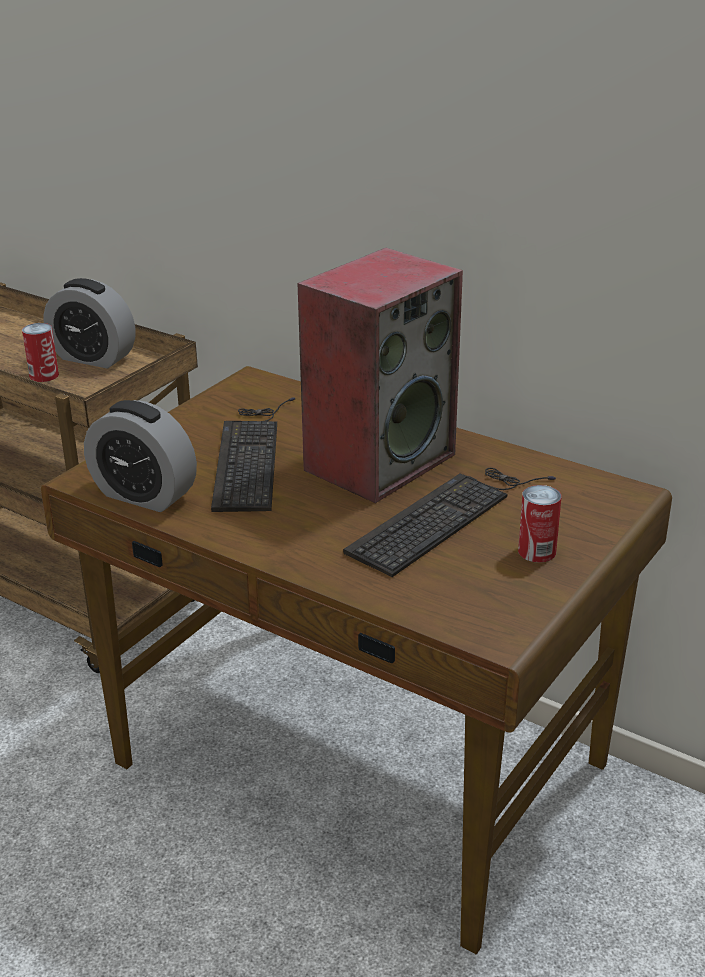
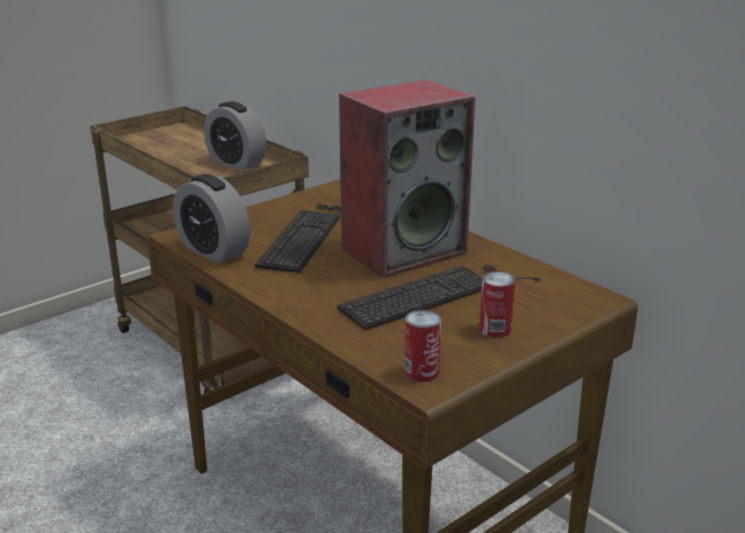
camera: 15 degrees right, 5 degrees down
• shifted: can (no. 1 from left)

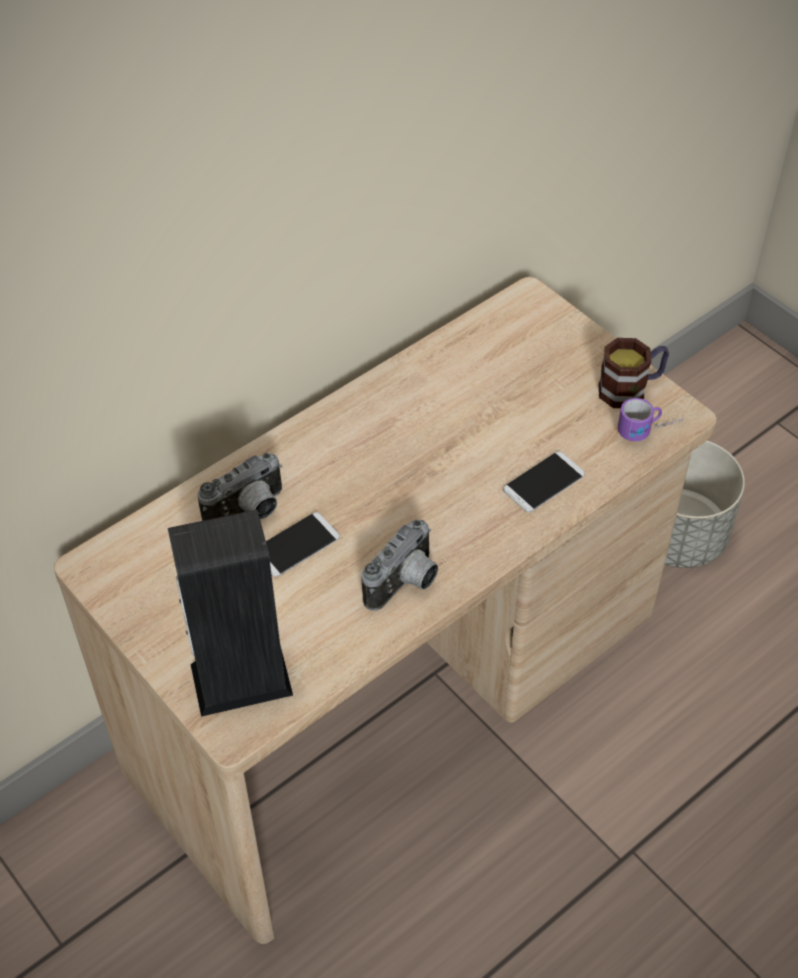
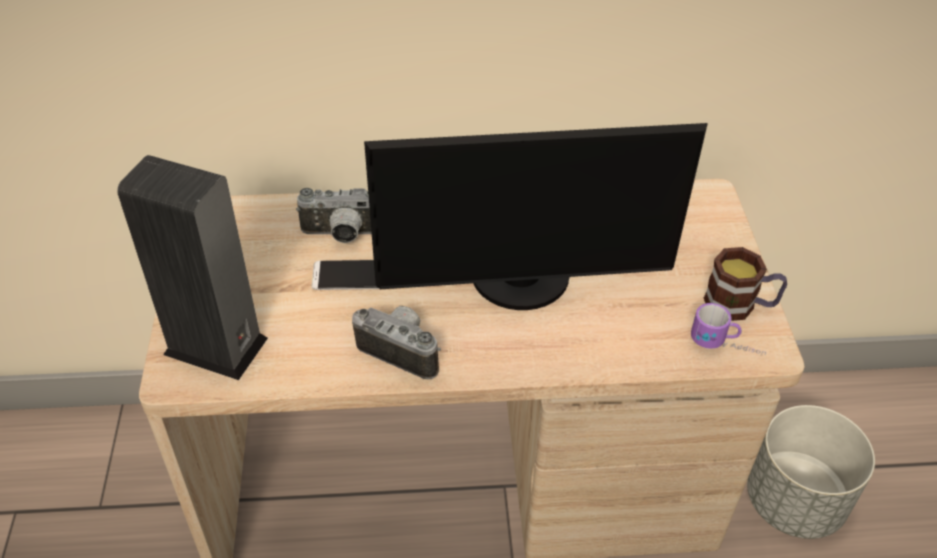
camera: 35 degrees right, 5 degrees down
• rotated: still camera (no. 2 from left) 135 degrees counterclockwise
• gone: phone (no. 2 from left)
• new: computer screen

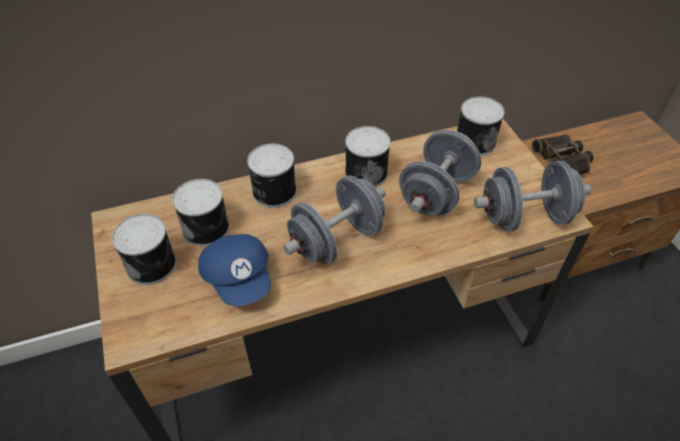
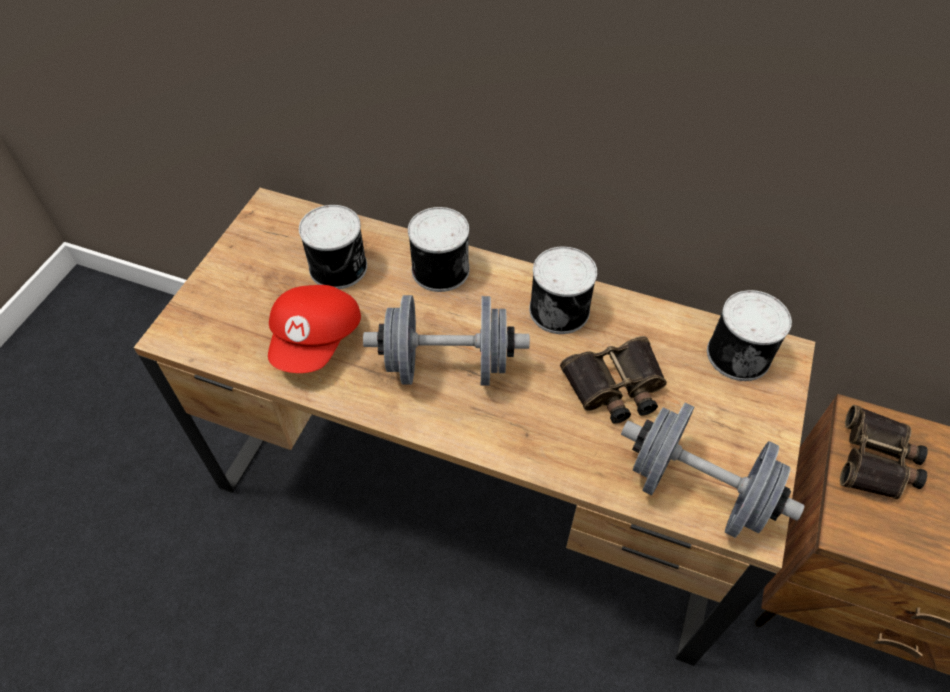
camera: 40 degrees right, 5 degrees up
• gone: can (no. 1 from left)
• repainted: baseball cap/blue to baseball cap/reddish
• swapped: dumbbell/gray (no. 2 from left) to binoculars (no. 1 from left)

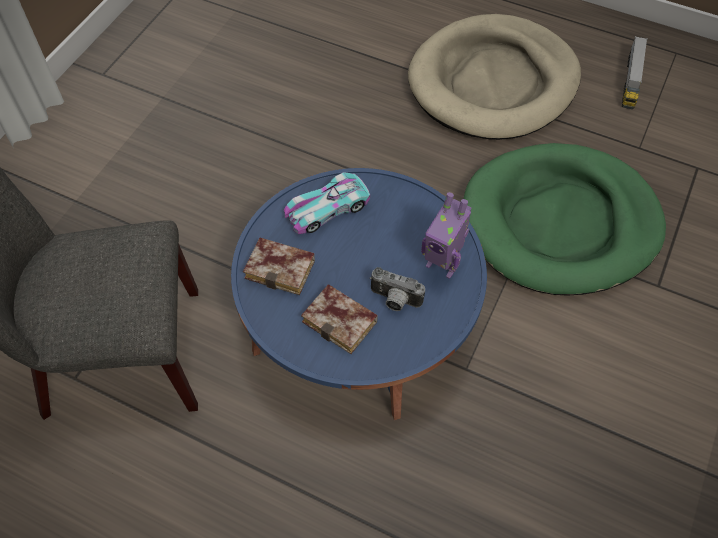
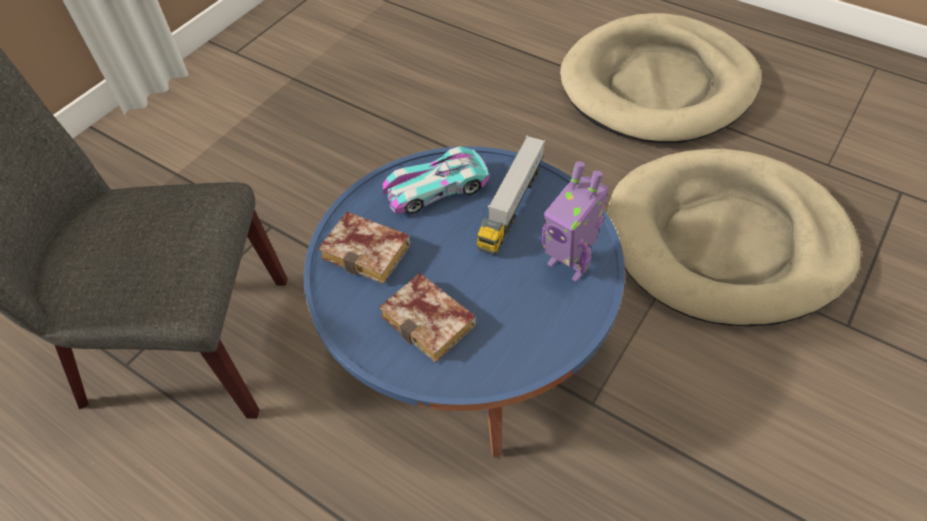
camera: 10 degrees right, 5 degrees down
• gone: still camera
• repainted: dog bed/green-coloured to dog bed/beige (no. 2 from left)
• shifted: toy lorry

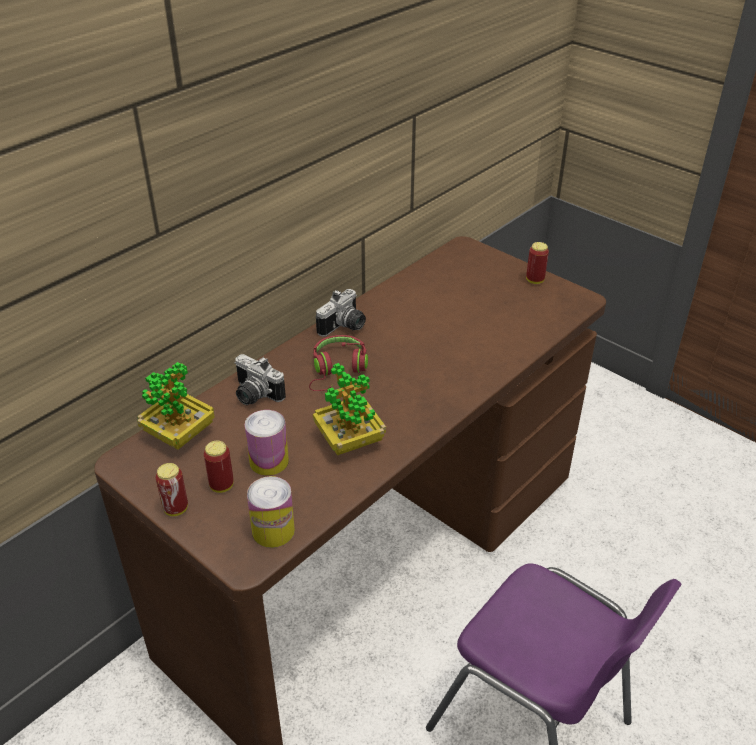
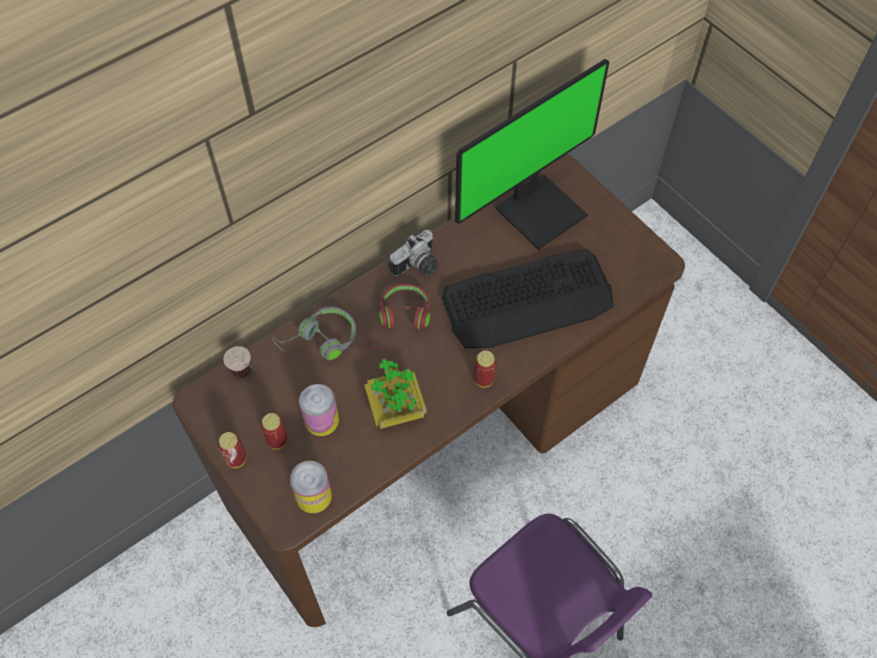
camera: 10 degrees right, 20 degrees up
• swapped: potted plant (no. 1 from left) to cup
• swapped: still camera (no. 1 from left) to headset/gray
• shifted: can (no. 5 from left)
• new: keyboard
• new: computer screen

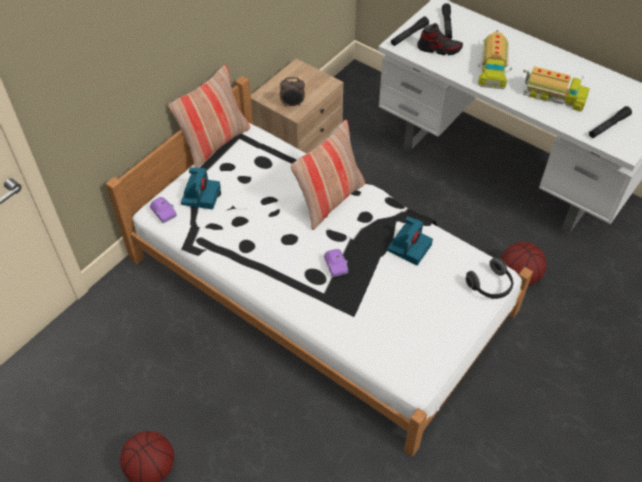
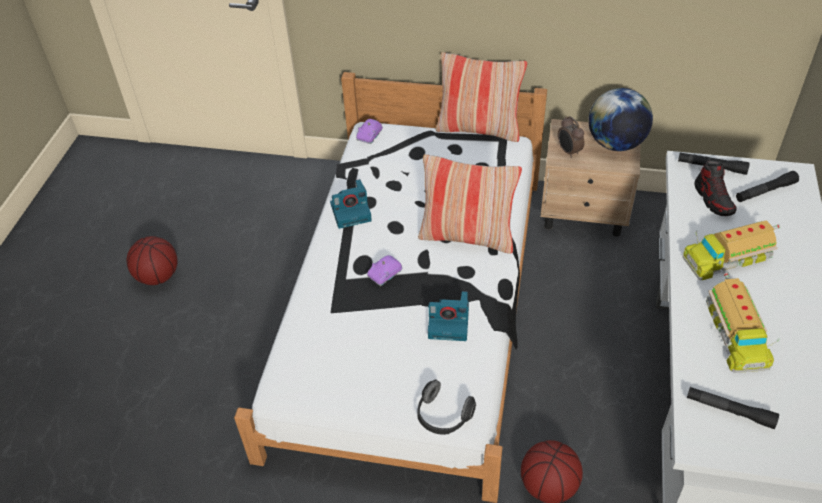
camera: 65 degrees right, 5 degrees down
• shifted: still camera (no. 1 from left)
• new: globe

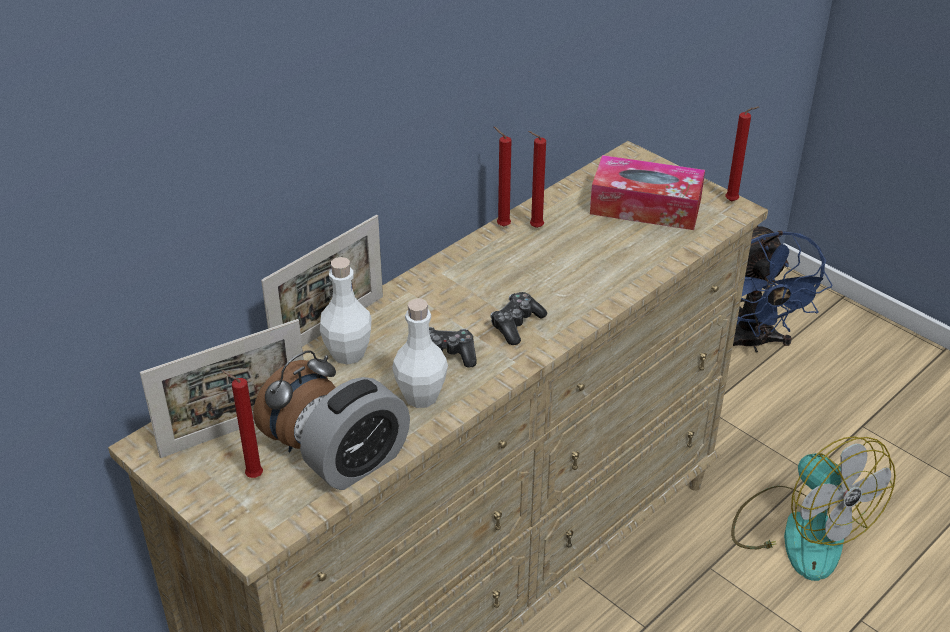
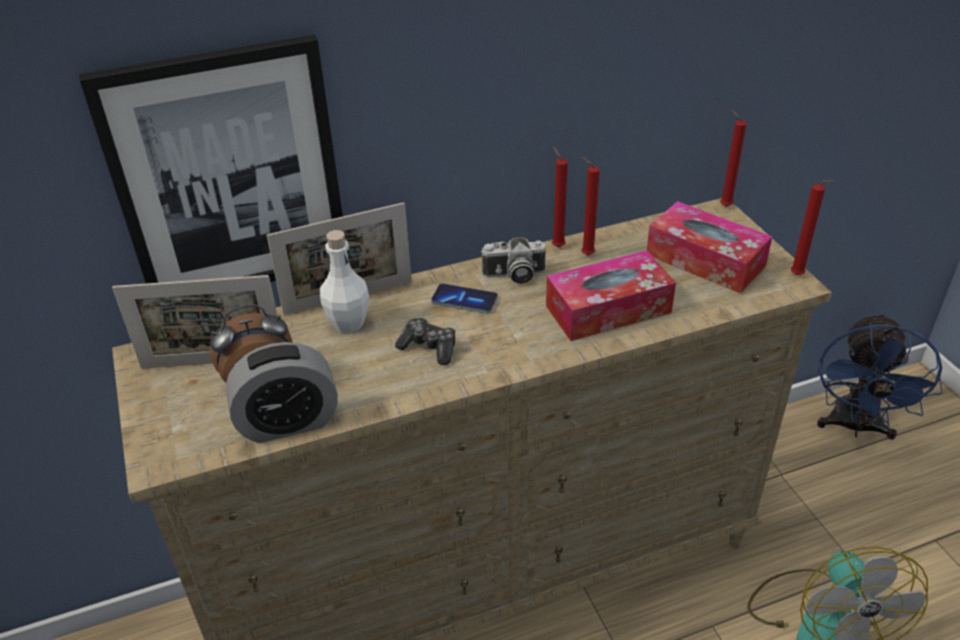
camera: 25 degrees right, 0 degrees up
• shifted: wax candle/reddish (no. 1 from left in the first image) to wax candle/reddish (no. 3 from left)
• gone: drink bottle/white-coloured (no. 2 from left)
• gone: gamepad (no. 2 from left)
• new: picture
• new: phone
• new: still camera
• new: box of tissues (no. 1 from left)

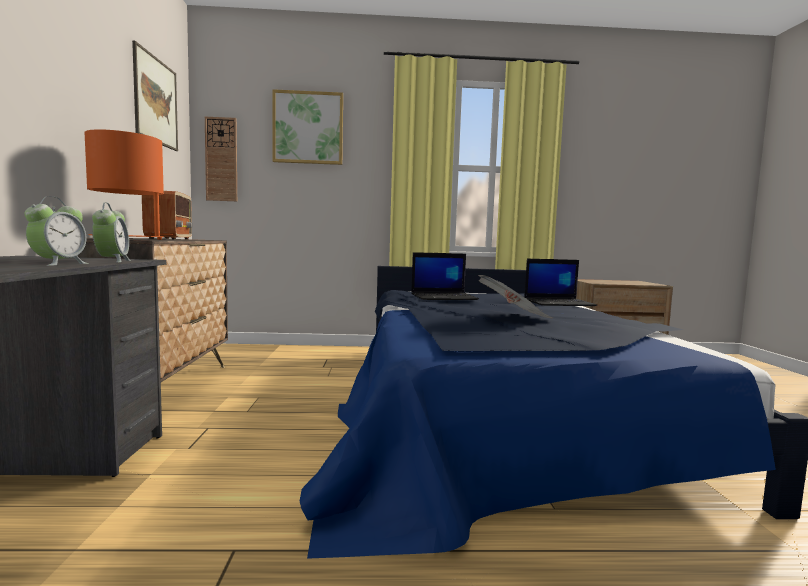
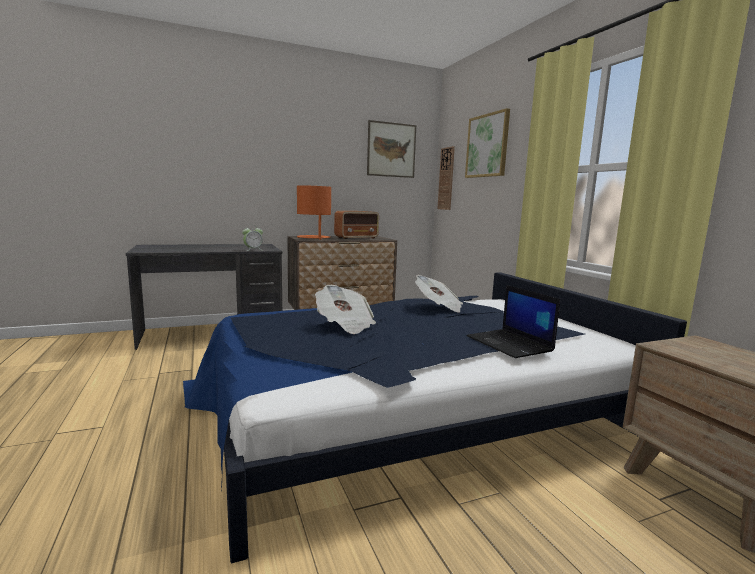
camera: 70 degrees right, 5 degrees up
• gone: table clock (no. 1 from left)
• swapped: portable computer (no. 1 from left) to newspaper (no. 2 from left)

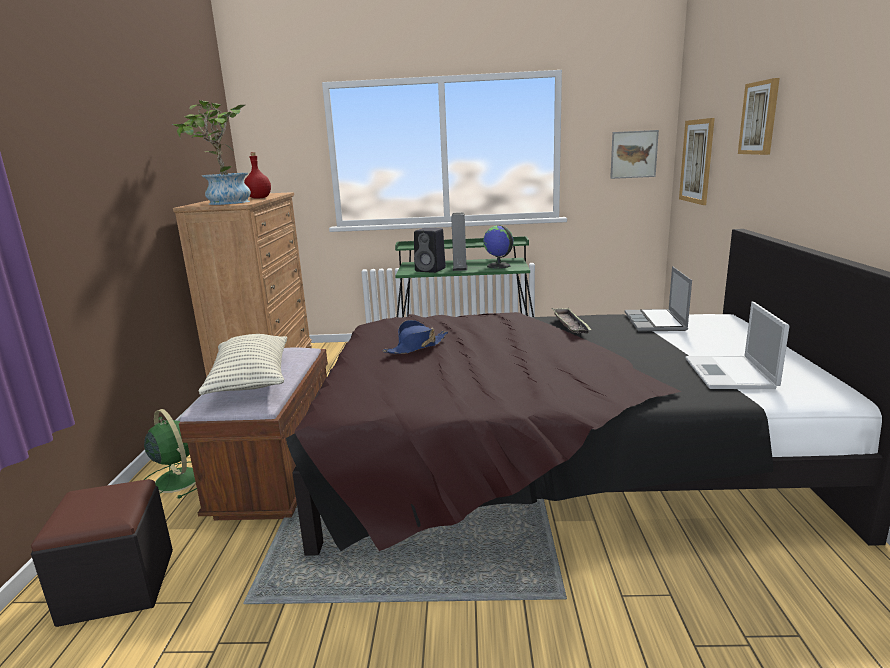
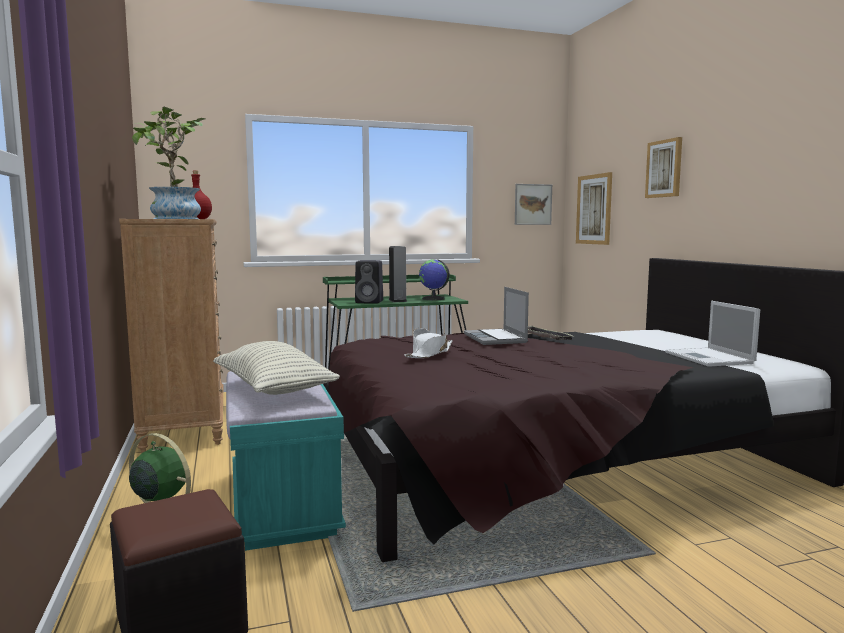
camera: 20 degrees left, 10 degrees down
• repainted: long seat/brown-coloured to long seat/turquoise
• repainted: wearable hat/blue to wearable hat/white-coloured
• shifted: portable computer (no. 1 from left)

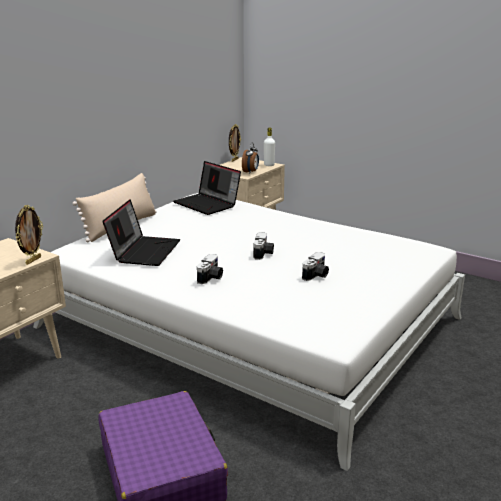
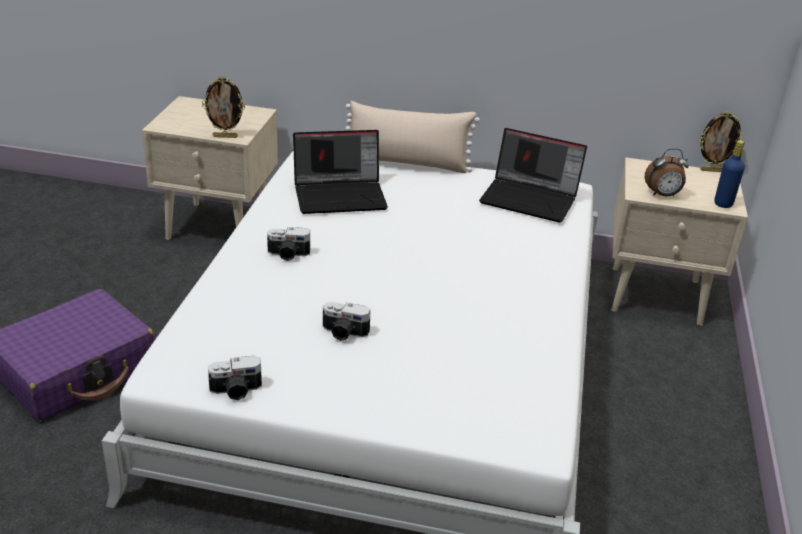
camera: 65 degrees right, 10 degrees up
• rotated: portable computer (no. 2 from left) 90 degrees counterclockwise
• shifted: still camera (no. 2 from left in the first image) to still camera (no. 1 from left)
• repainted: drink bottle/white-coloured to drink bottle/blue

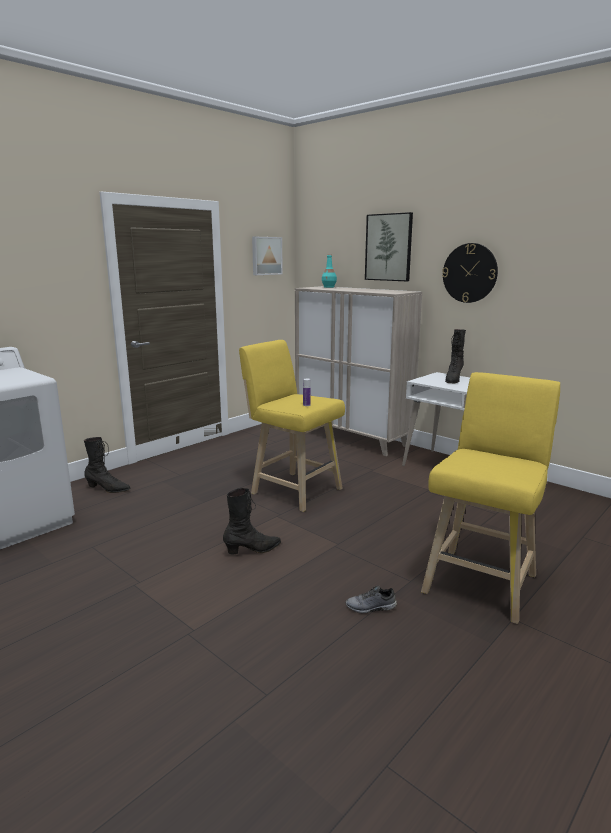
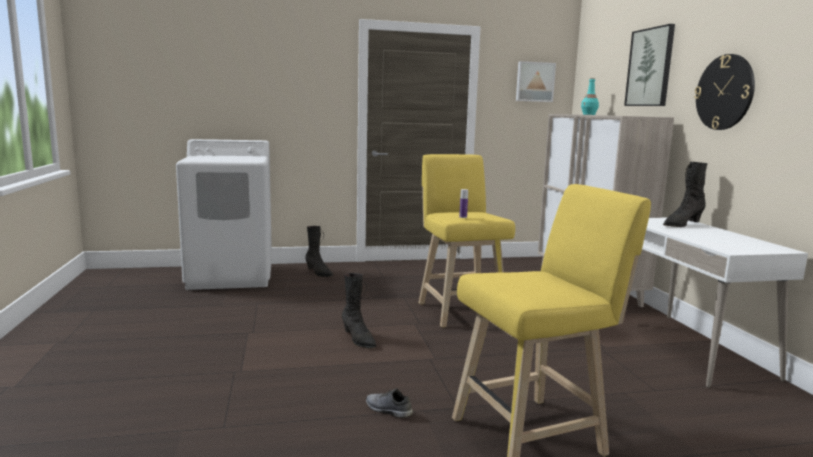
camera: 35 degrees right, 5 degrees down
• rotated: tall boot/blackish (no. 2 from left) 45 degrees clockwise

